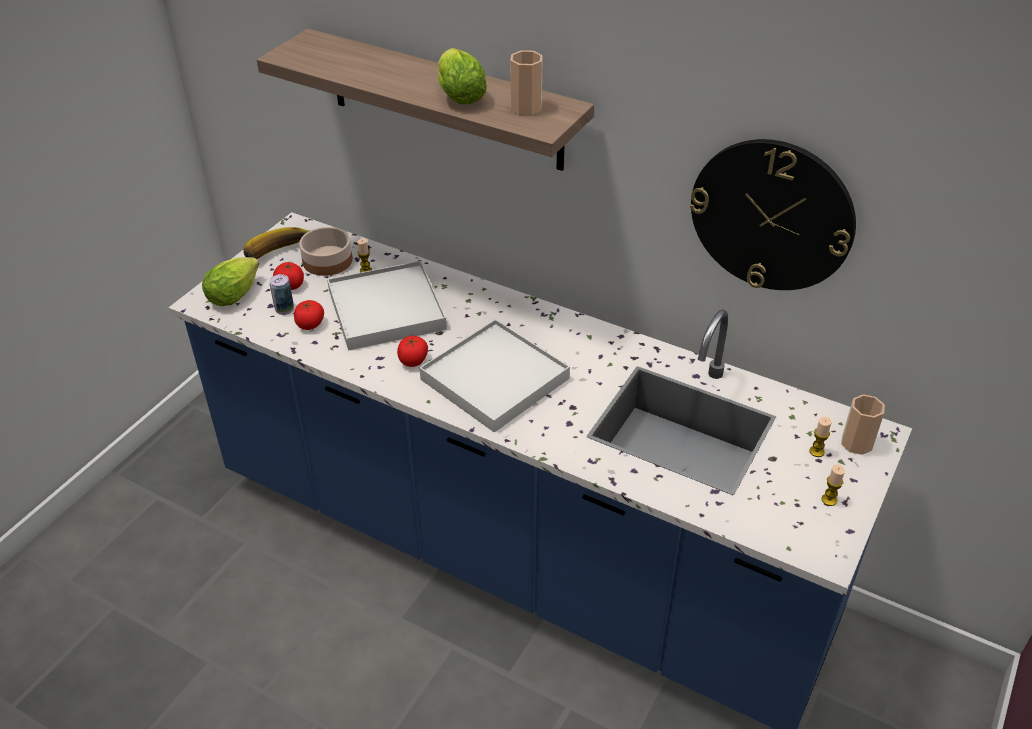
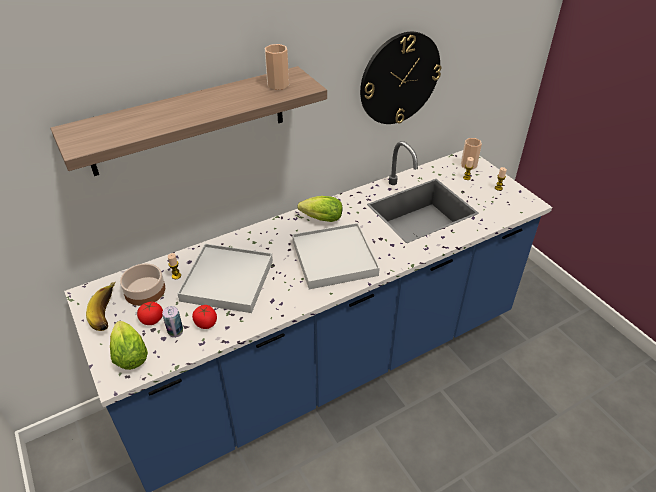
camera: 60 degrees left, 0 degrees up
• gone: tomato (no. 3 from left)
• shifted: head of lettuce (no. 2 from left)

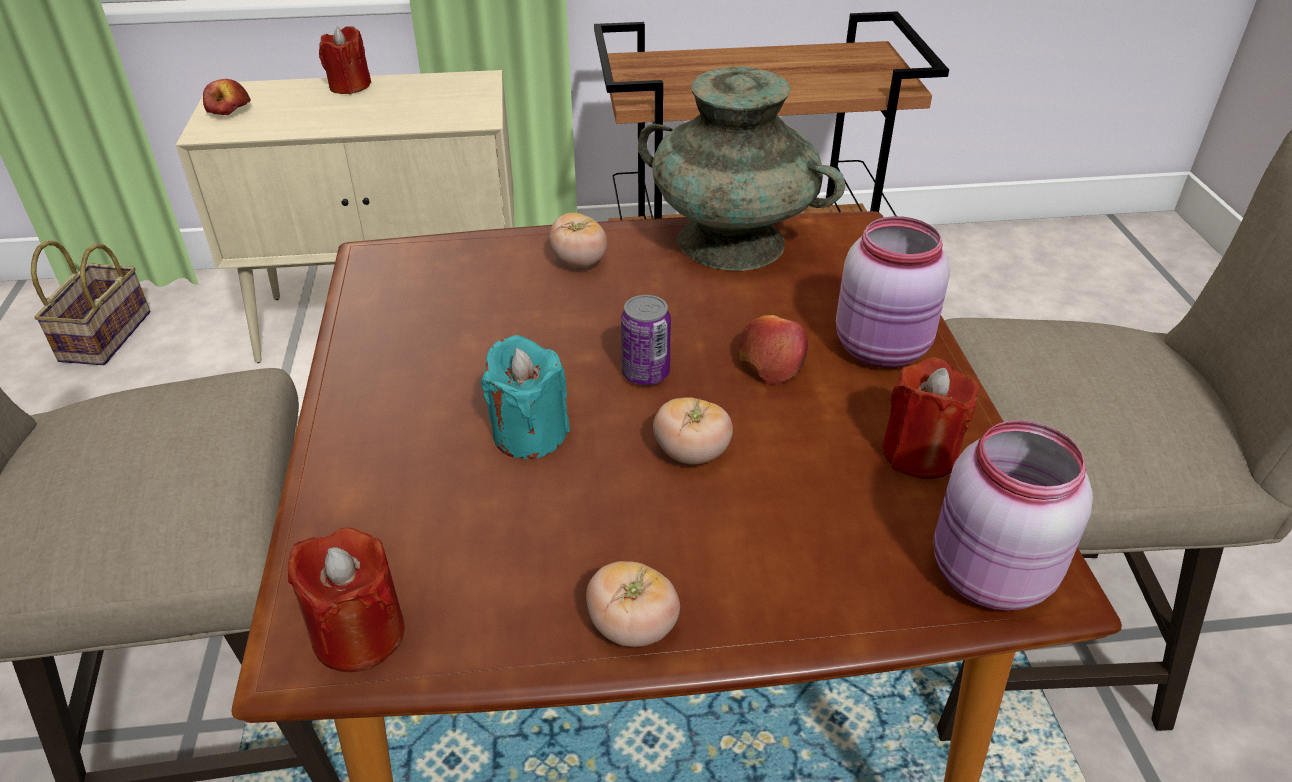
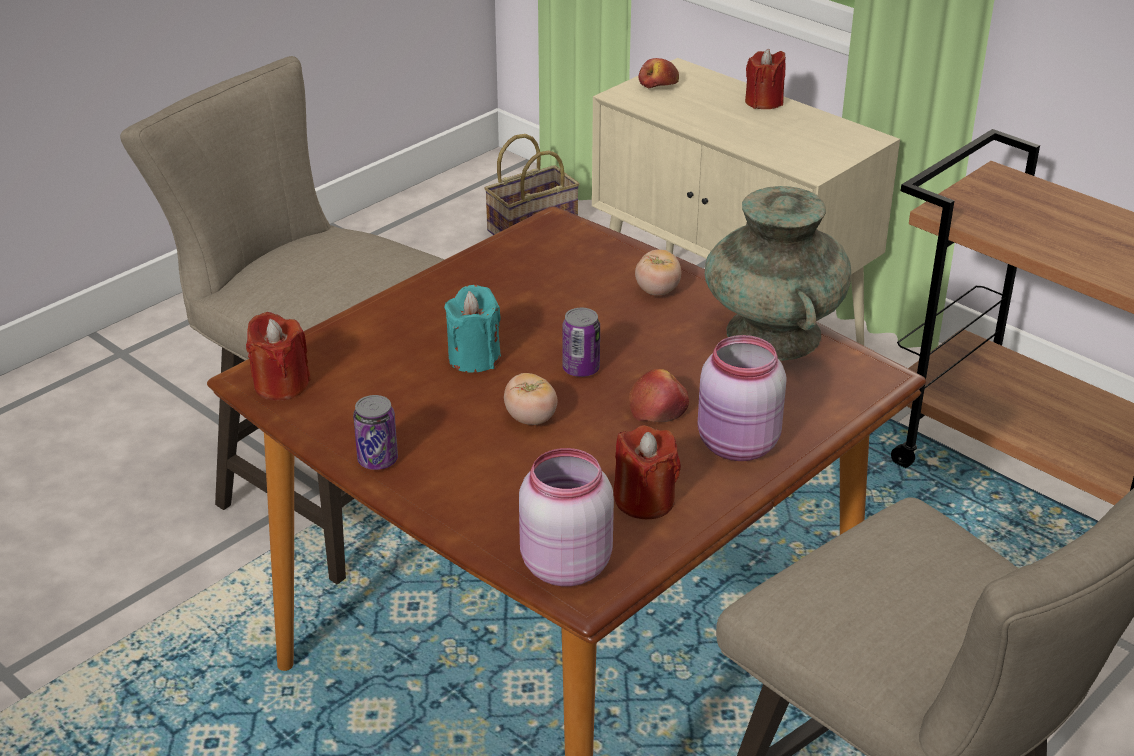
camera: 50 degrees right, 5 degrees down
• swapped: tomato (no. 2 from left) to can (no. 1 from left)

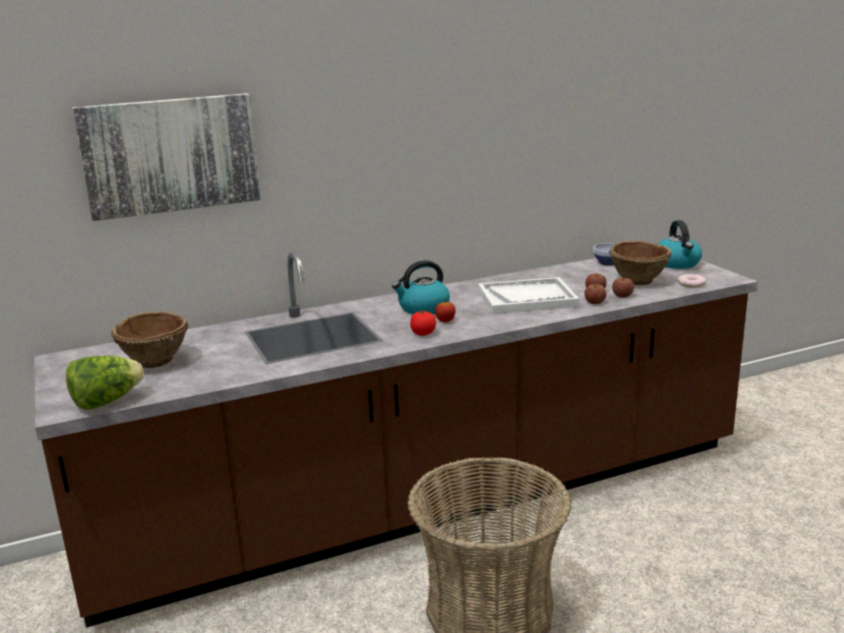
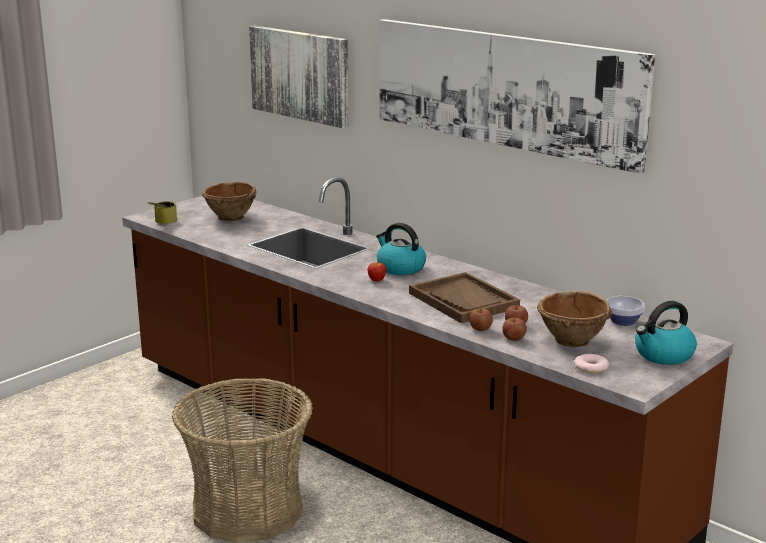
camera: 65 degrees right, 0 degrees up
• swapped: head of lettuce to can
• gone: tomato
• repainted: serving tray/white-coloured to serving tray/brown-coloured
• new: picture (no. 2 from left)

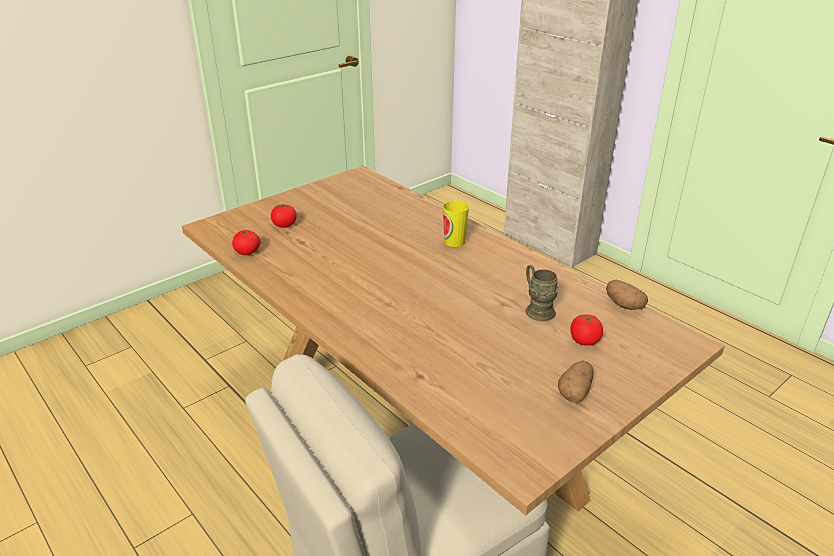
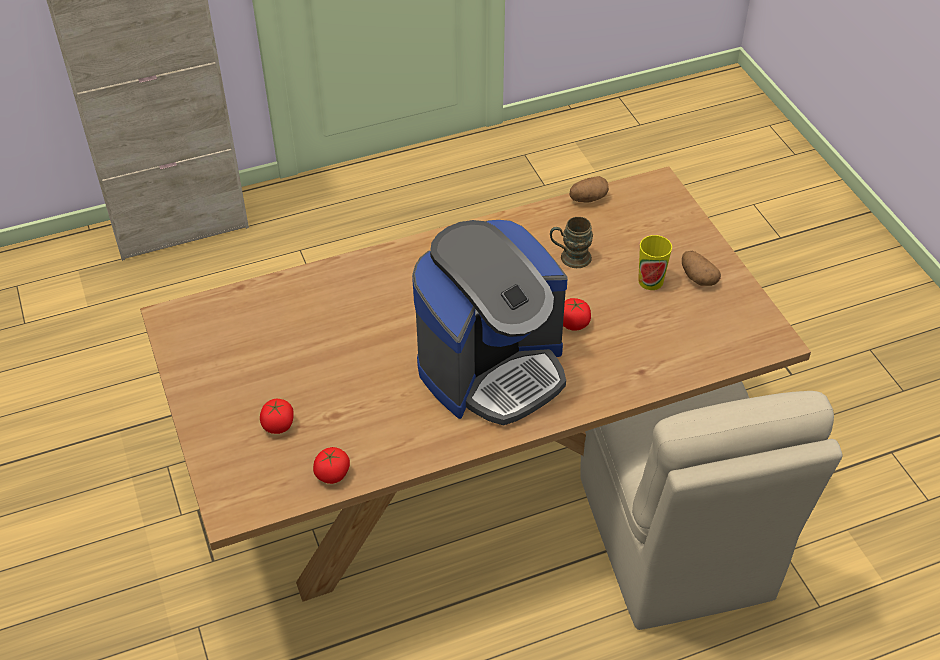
camera: 70 degrees left, 15 degrees up
• shifted: cup
• shifted: tomato (no. 3 from left)
• new: coffee brewer

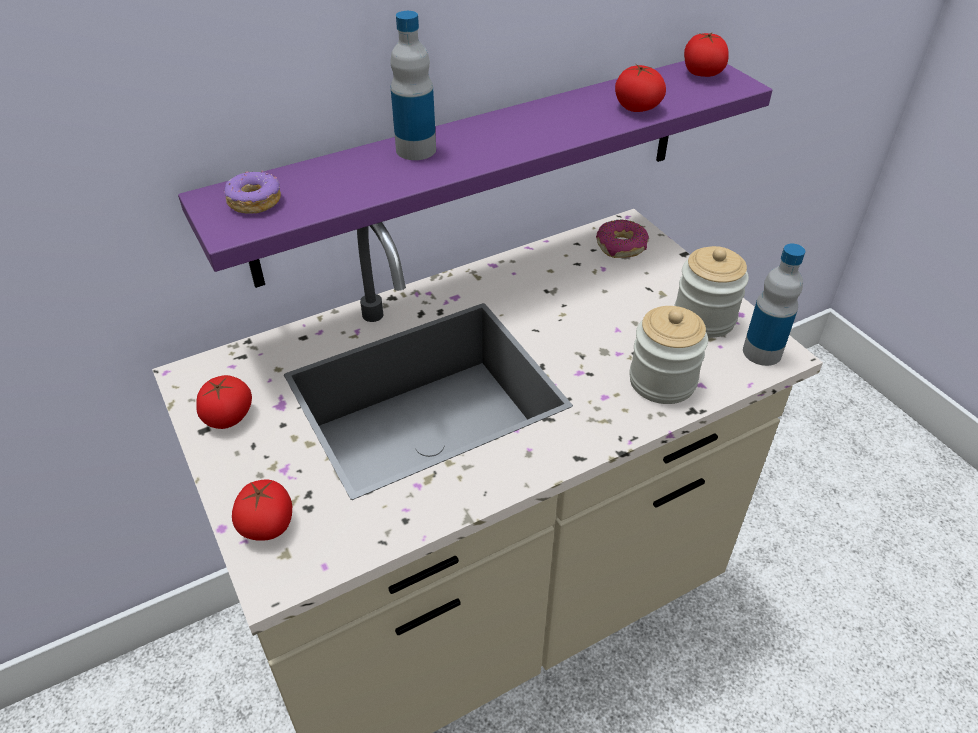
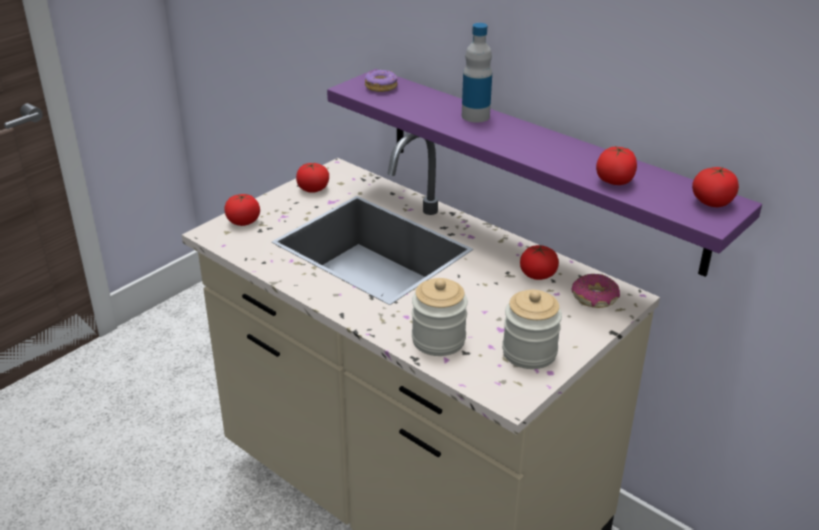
camera: 70 degrees right, 10 degrees down
• gone: drink bottle (no. 2 from left)
• new: tomato (no. 3 from left)

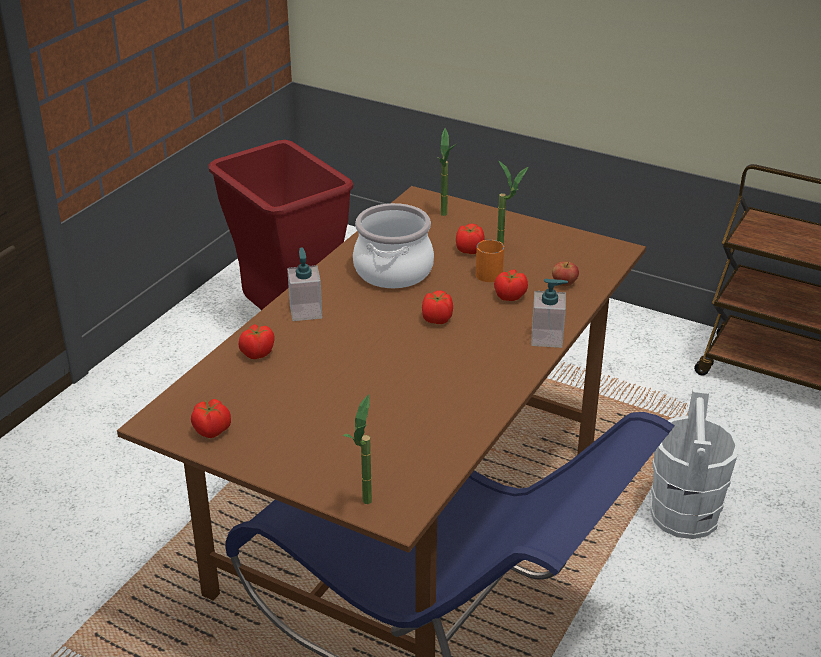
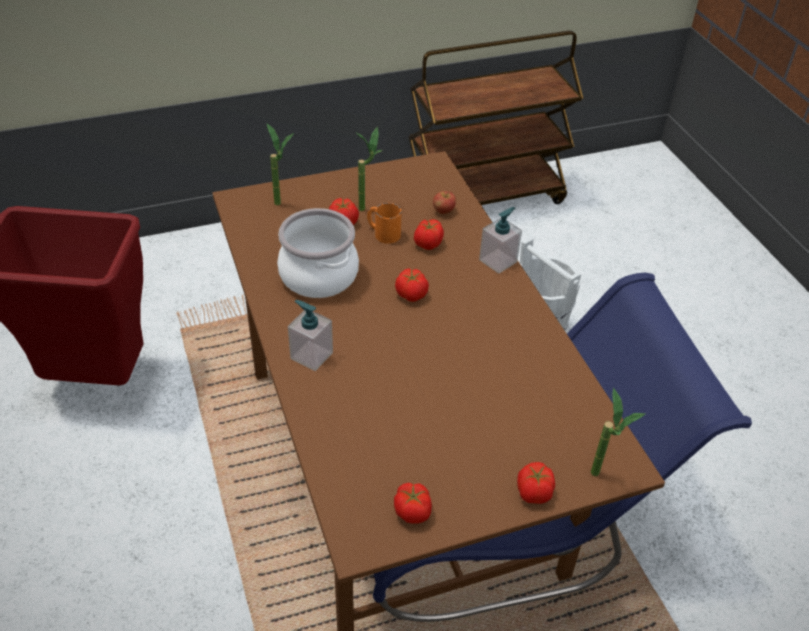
camera: 50 degrees left, 10 degrees up
• shifted: tomato (no. 2 from left in the first image) to tomato (no. 5 from left)

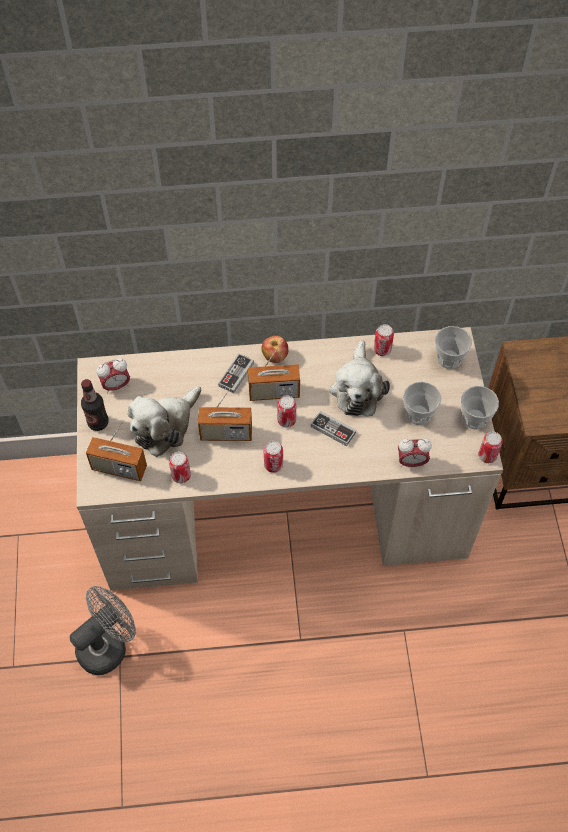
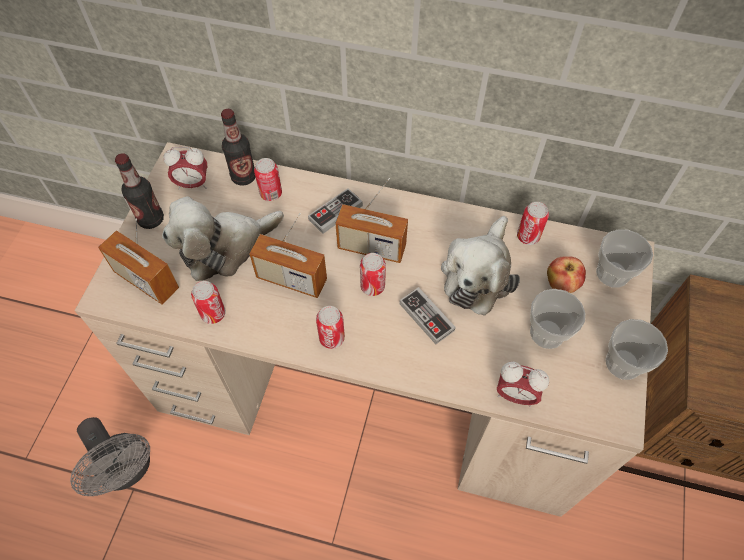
camera: 20 degrees right, 0 degrees up
• rotated: electric fan/gray 75 degrees clockwise
• shifted: whole apple
• shifted: can (no. 5 from left in the first image) to can (no. 2 from left)
• new: drink bottle (no. 2 from left)

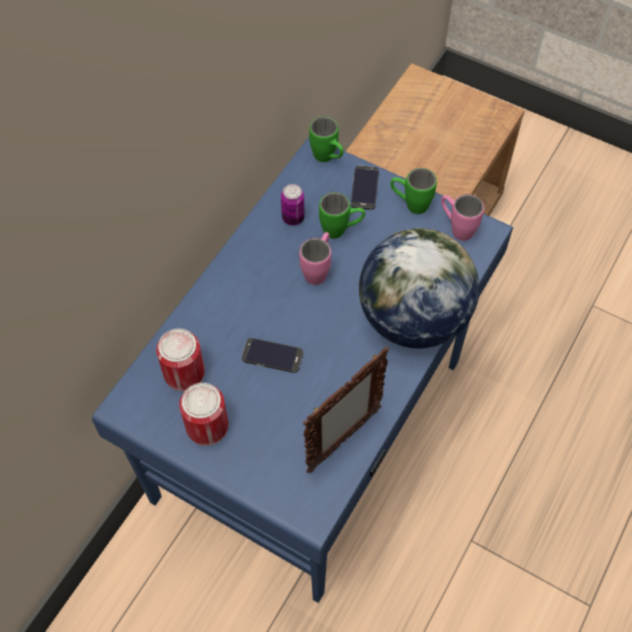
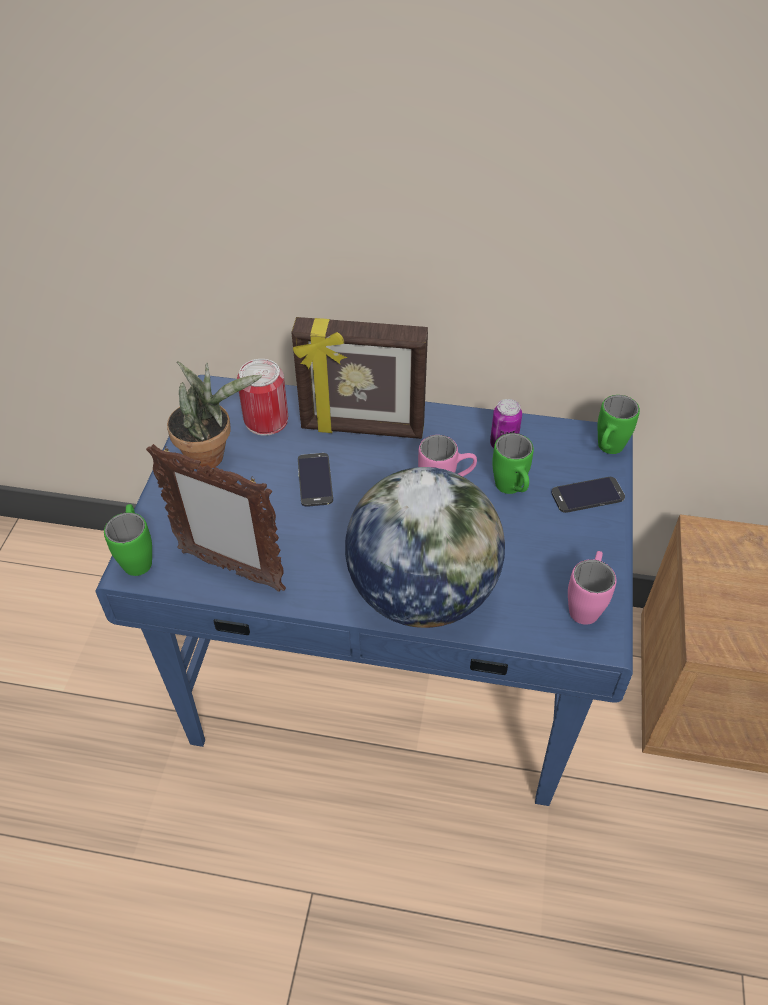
camera: 70 degrees right, 10 degrees down
• swapped: can (no. 2 from left) to potted plant
• shifted: mug/green-coloured (no. 3 from left in the first image) to mug/green-coloured (no. 1 from left)
• new: picture frame (no. 2 from left)

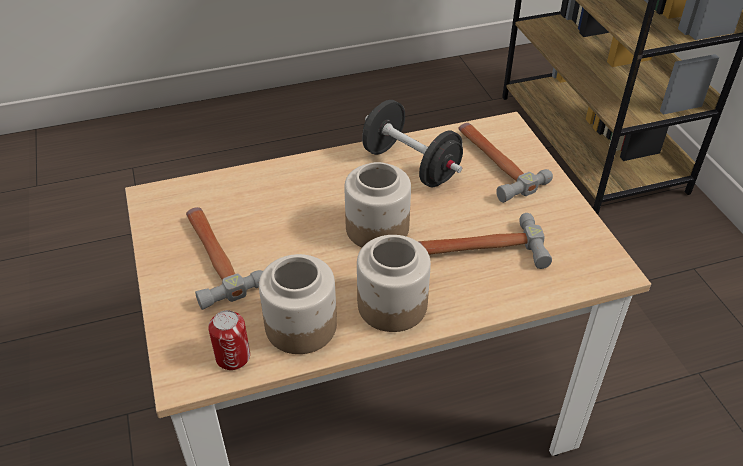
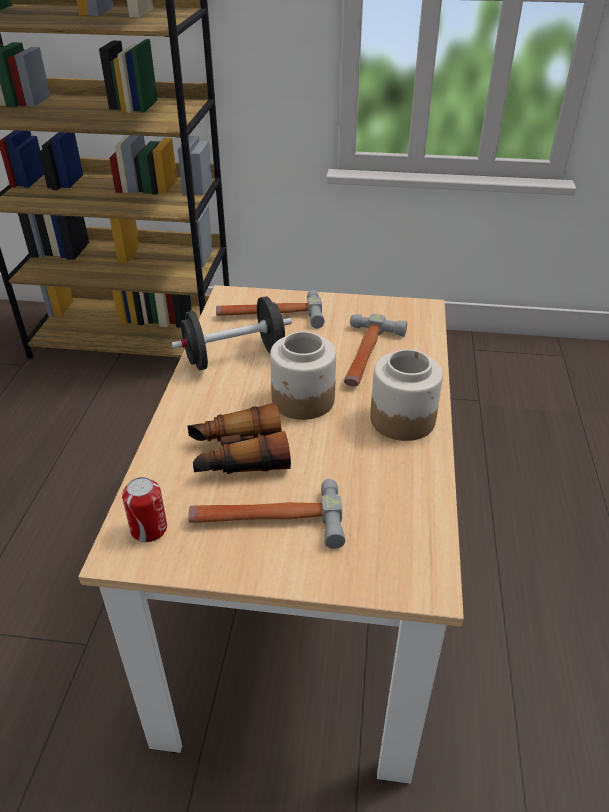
camera: 65 degrees left, 5 degrees down
• shifted: can
• gone: storage jar (no. 1 from left)
• new: binoculars

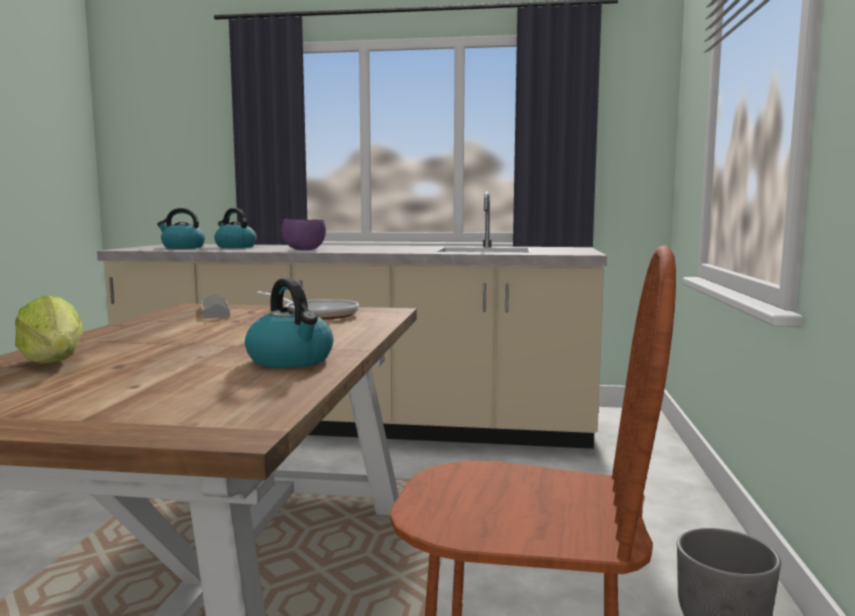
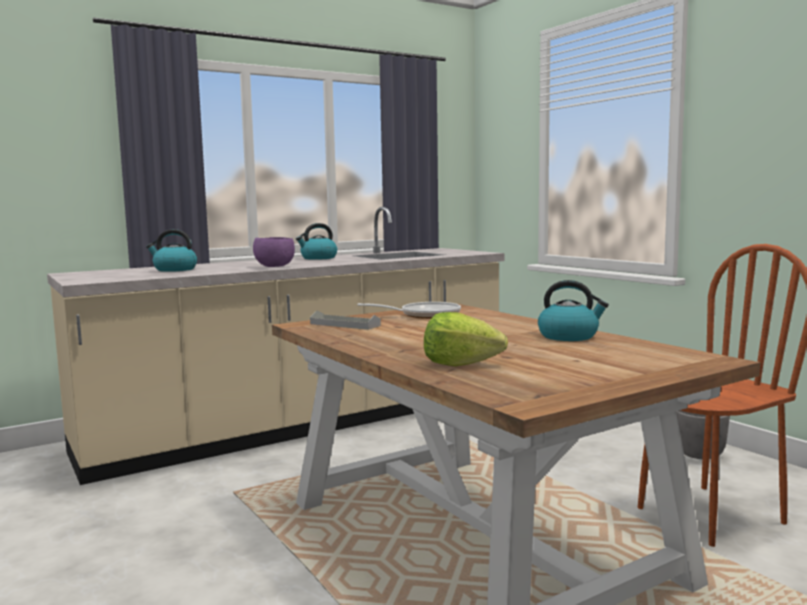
camera: 40 degrees left, 0 degrees up
• shifted: kettle (no. 1 from left in the first image) to kettle (no. 2 from left)

